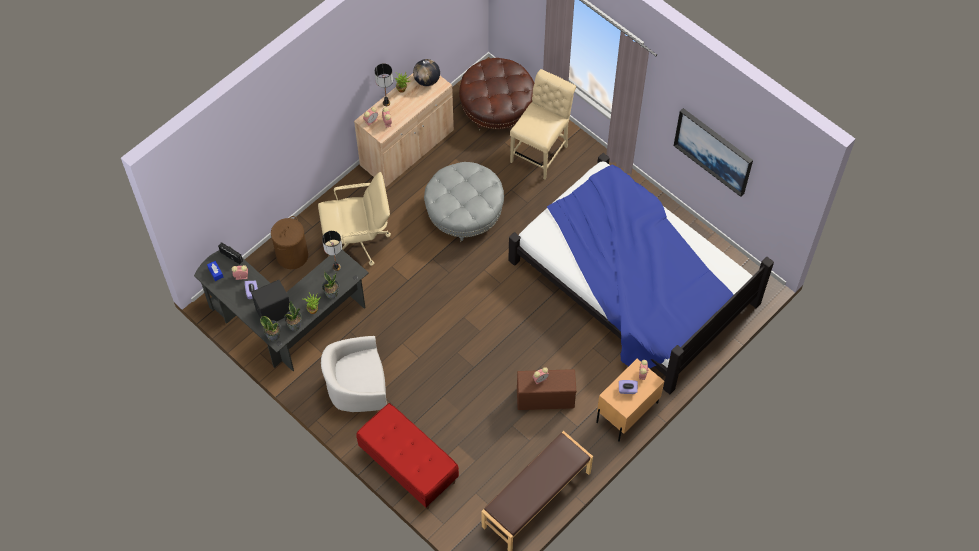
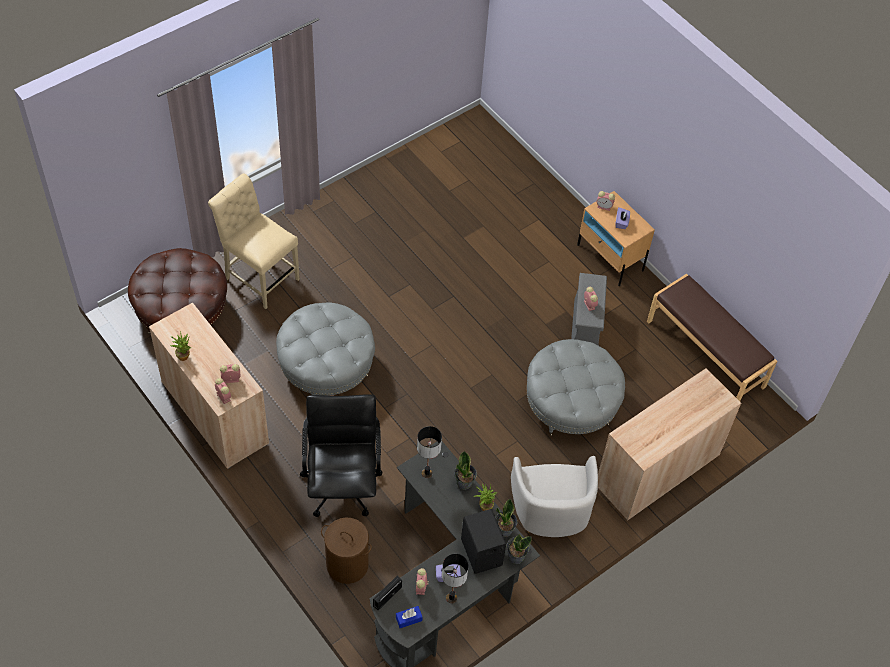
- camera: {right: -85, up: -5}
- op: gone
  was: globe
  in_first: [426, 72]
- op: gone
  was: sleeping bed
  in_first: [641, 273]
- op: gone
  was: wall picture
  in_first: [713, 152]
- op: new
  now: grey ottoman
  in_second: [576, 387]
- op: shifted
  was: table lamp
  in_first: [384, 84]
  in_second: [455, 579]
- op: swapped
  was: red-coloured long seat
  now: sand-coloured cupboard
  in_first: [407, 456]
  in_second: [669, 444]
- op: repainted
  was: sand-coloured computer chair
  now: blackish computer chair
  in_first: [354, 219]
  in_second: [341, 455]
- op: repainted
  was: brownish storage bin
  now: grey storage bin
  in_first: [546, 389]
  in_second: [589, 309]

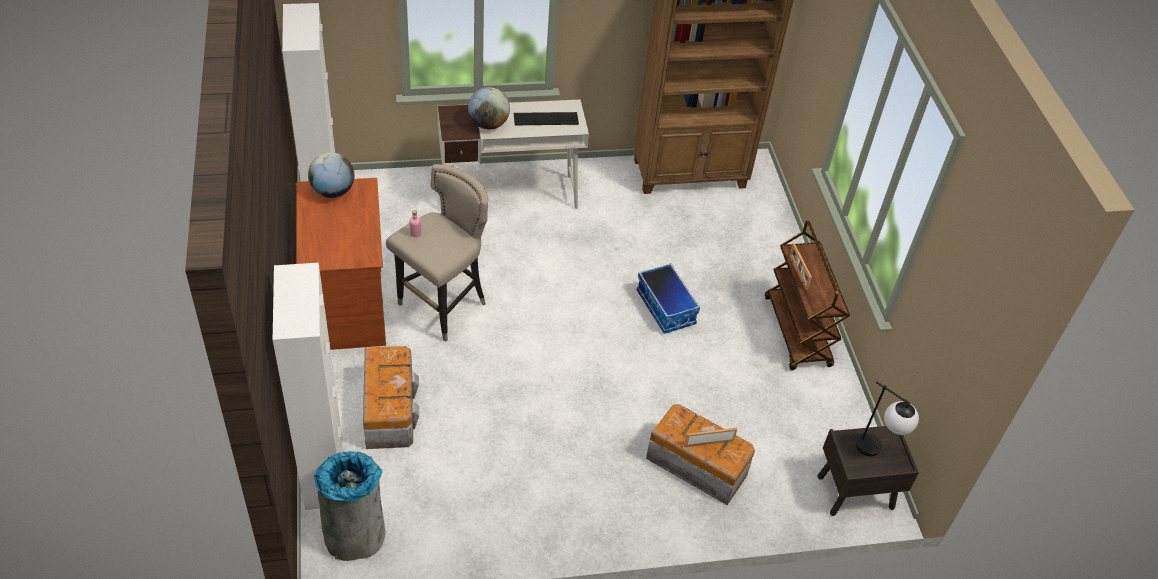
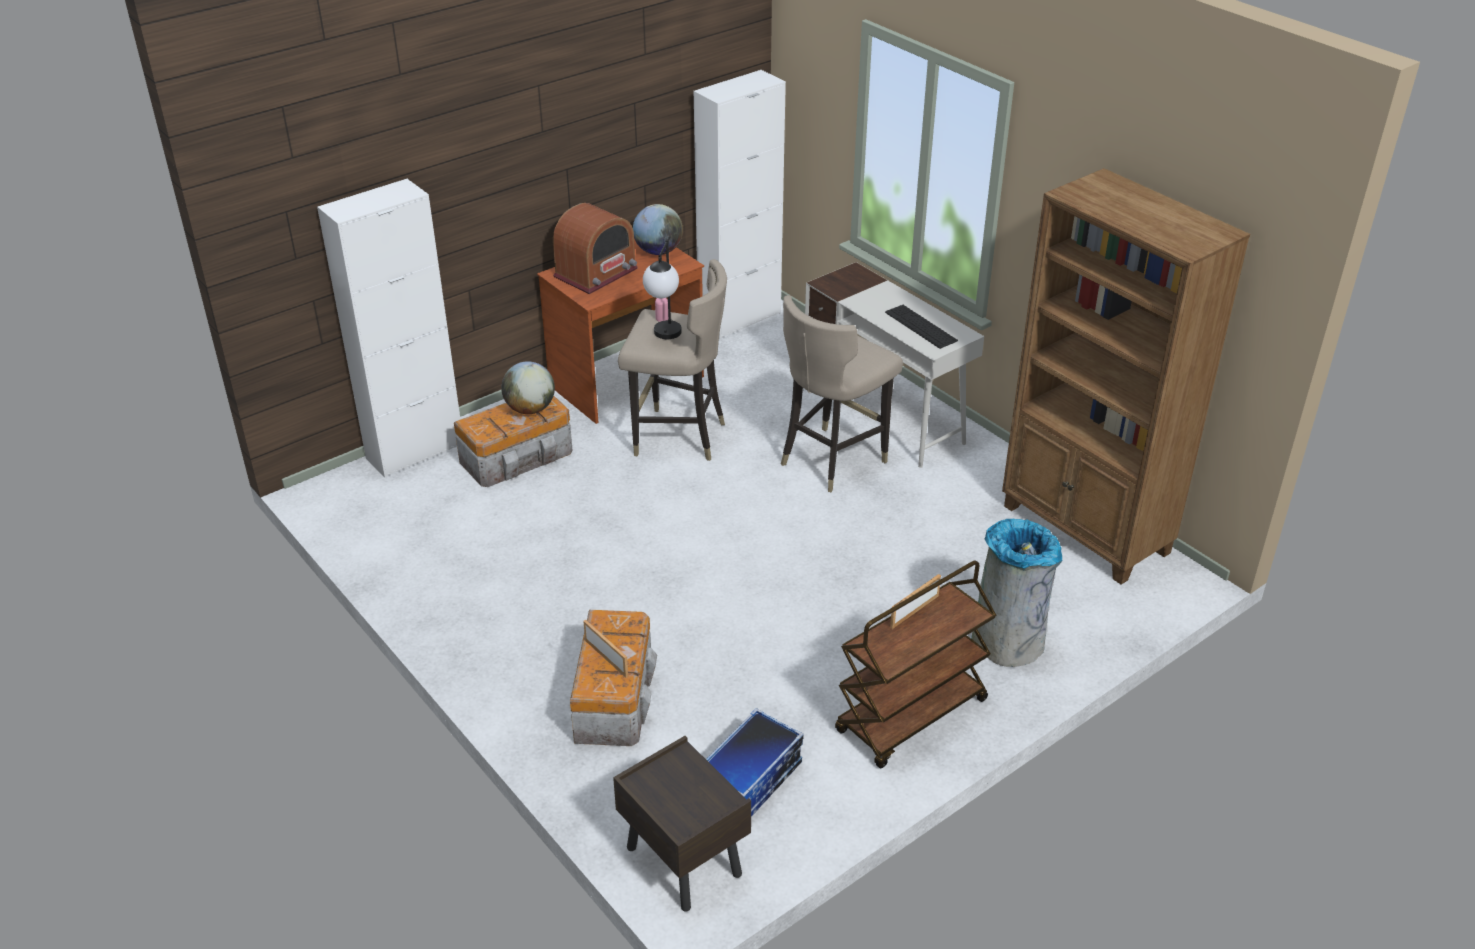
- camera: {right: 65, up: -10}
- op: new
  now: radio set
  in_second: [595, 248]
- op: new
  now: sand-coloured stool
  in_second: [842, 394]
- op: shifted
  was: grey rubbish bin
  in_first: [350, 506]
  in_second: [1016, 593]
- op: shifted
  was: globe
  in_first: [489, 108]
  in_second: [528, 387]
- op: shifted
  was: storage bin
  in_first: [668, 298]
  in_second: [755, 762]
- op: shifted
  was: table lamp
  in_first: [887, 419]
  in_second: [662, 287]

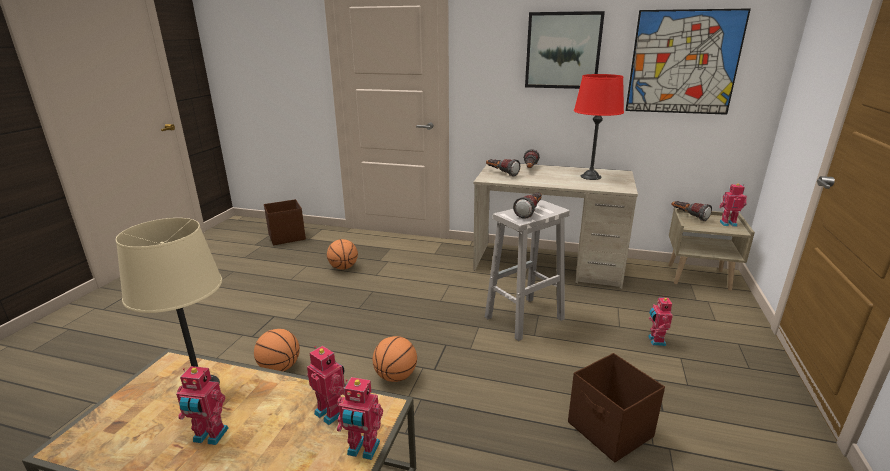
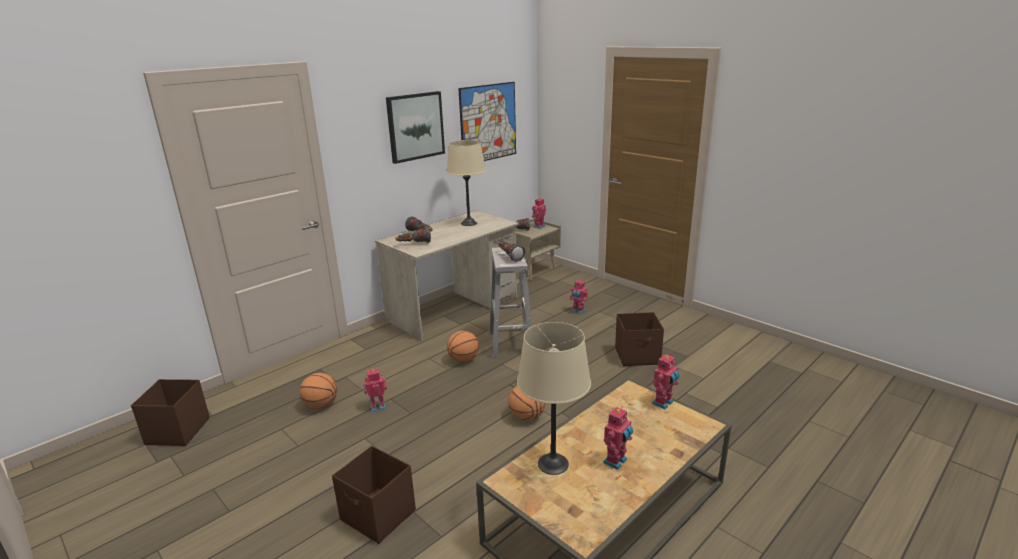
- camera: {right: -60, up: 0}
- op: new
  now: brownish storage bin
  in_second: [374, 495]
- op: shifted
  was: basketball ball
  in_first: [277, 350]
  in_second: [463, 346]
- op: shifted
  was: model robot
  in_first: [326, 385]
  in_second: [375, 390]
- op: repainted
  was: red-coloured table lamp
  now: sand-coloured table lamp
  in_first: [599, 127]
  in_second: [466, 183]

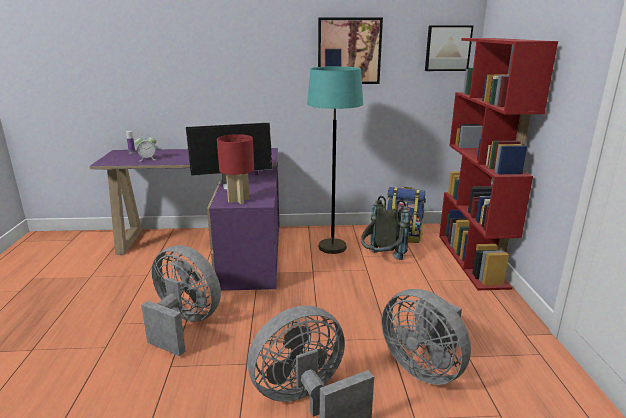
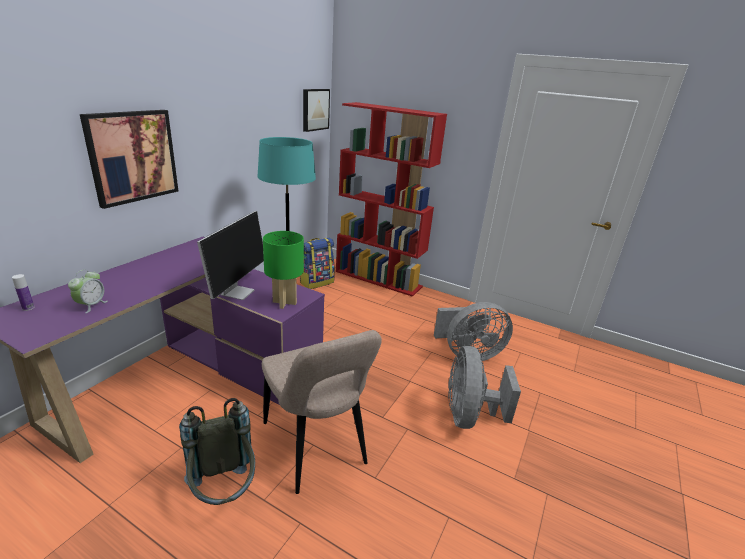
- camera: {right: -60, up: 5}
- op: shifted
  was: wall picture
  in_first: [350, 51]
  in_second: [129, 159]
- op: shifted
  was: grey rucksack
  in_first: [386, 228]
  in_second: [217, 451]
- op: swapped
  was: grey fan
  now: sand-coloured chair
  in_first: [181, 300]
  in_second: [322, 412]
- op: repainted
  was: red-coloured table lamp
  now: green table lamp
  in_first: [235, 169]
  in_second: [283, 270]

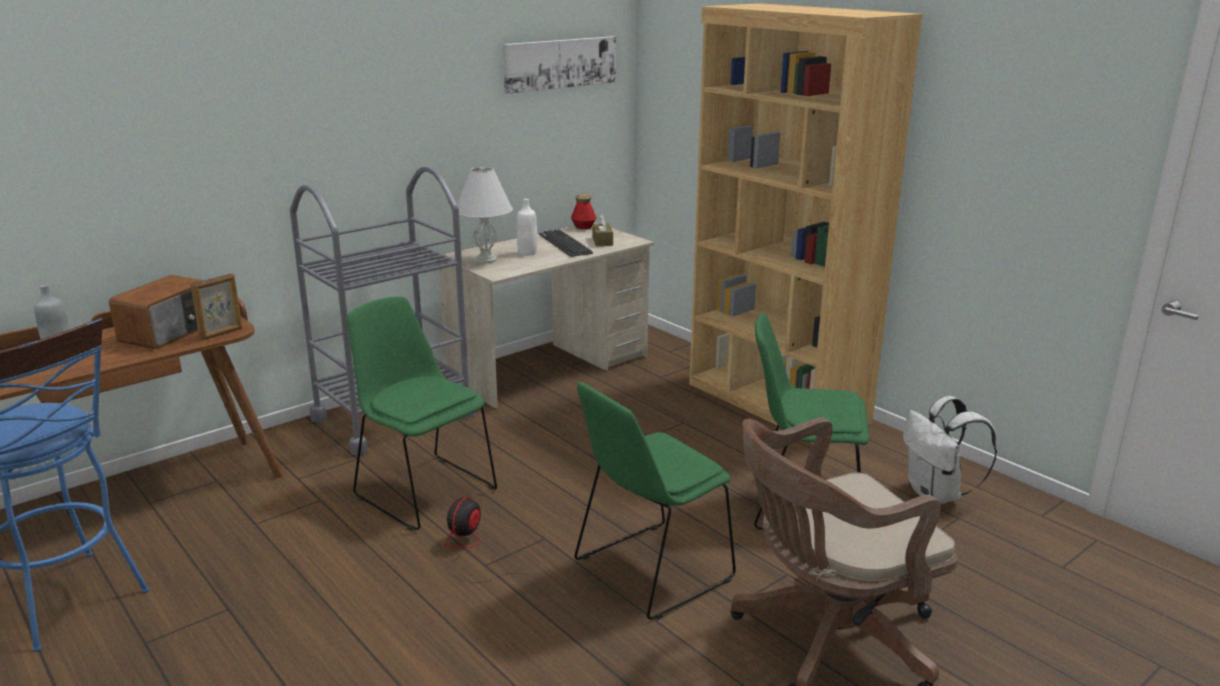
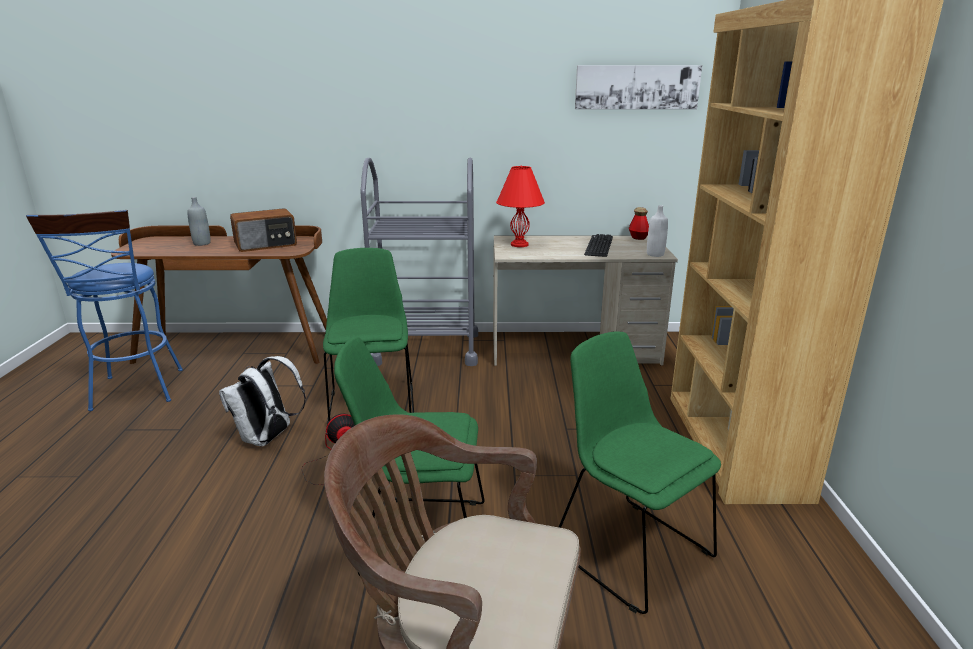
- camera: {right: 40, up: 0}
- op: gone
  was: standing frame
  in_first: [216, 307]
- op: gone
  was: brownish tissue box
  in_first: [602, 230]
- op: shifted
  was: white-coloured bottle
  in_first: [527, 227]
  in_second: [657, 231]
- op: shifted
  was: white-coloured rucksack
  in_first: [950, 450]
  in_second: [262, 401]
- op: repainted
  was: white-coloured table lamp
  now: red-coloured table lamp
  in_first: [485, 215]
  in_second: [520, 206]

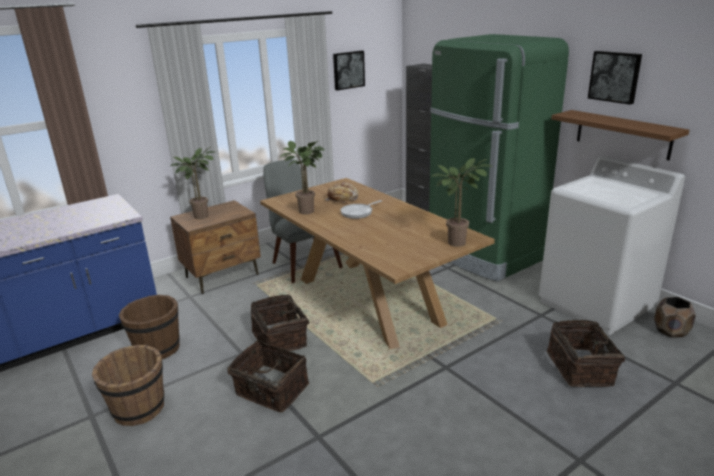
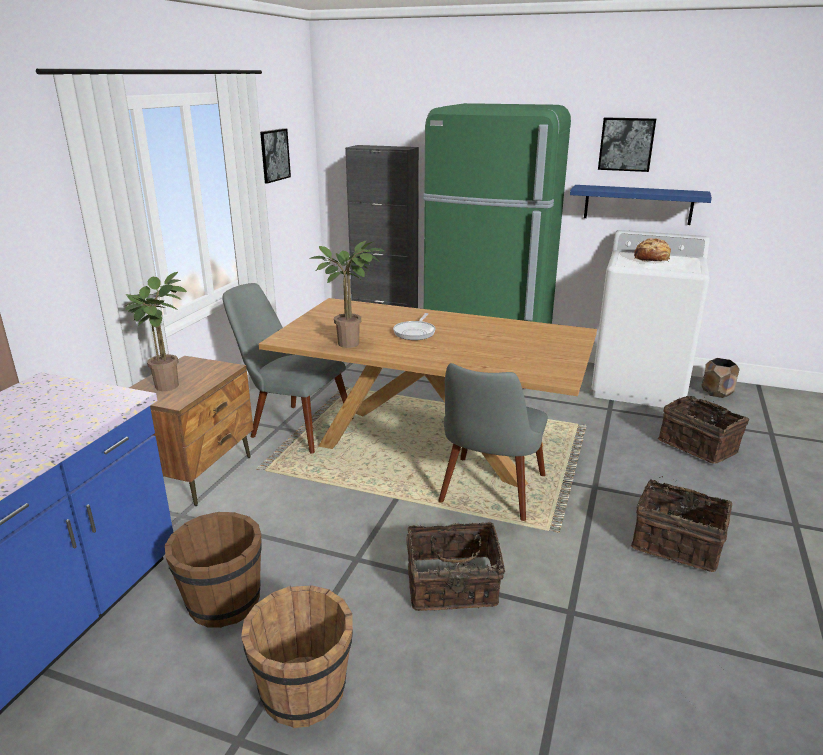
- camera: {right: -35, up: 0}
- op: gone
  was: plant in a pot
  in_first: [462, 202]
- op: new
  now: grey chair
  in_second: [493, 442]
- op: shifted
  was: storage basket
  in_first: [280, 323]
  in_second: [681, 524]
- op: shifted
  was: baked bread
  in_first: [341, 192]
  in_second: [652, 250]
- op: repainted
  was: brownish bracket shelf
  now: bluish bracket shelf
  in_first: [620, 135]
  in_second: [641, 205]

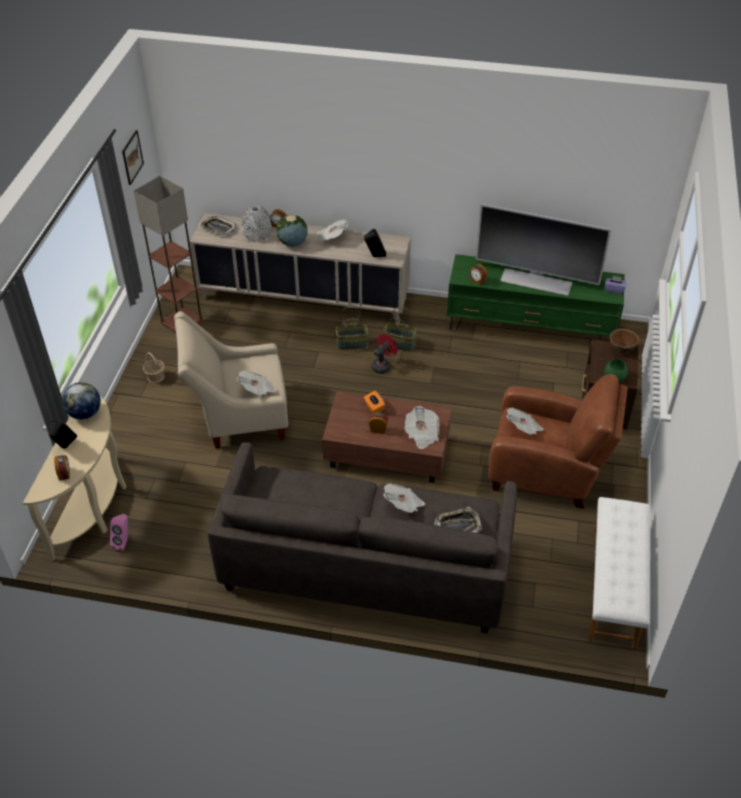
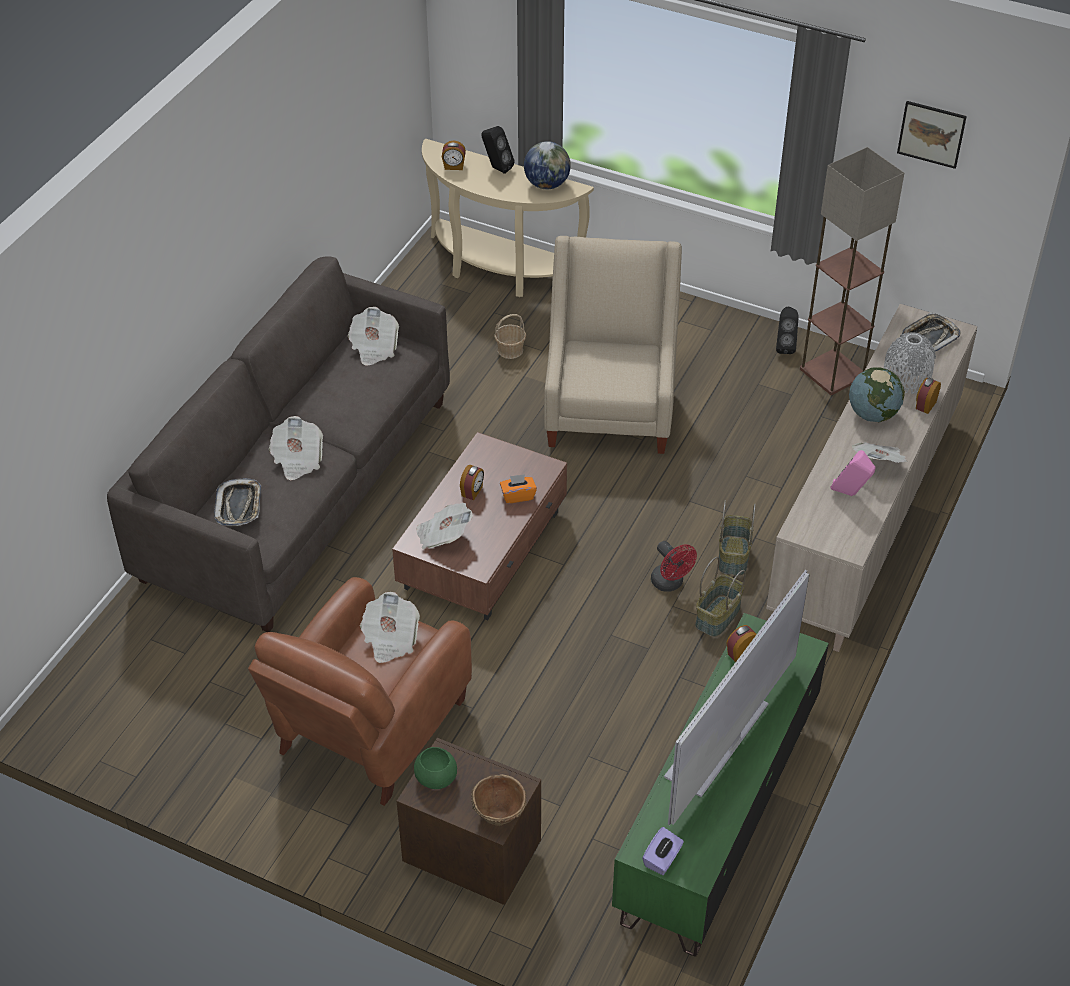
- camera: {right: 105, up: 0}
- op: gone
  was: white-coloured long seat
  in_first: [619, 573]
- op: shifted
  was: pink audio speaker
  in_first: [119, 532]
  in_second: [852, 473]
- op: shifted
  was: storage basket
  in_first: [154, 367]
  in_second: [510, 336]
- op: shifted
  was: daily paper
  in_first: [256, 383]
  in_second: [373, 336]
- op: shifted
  was: blackish audio speaker
  in_first: [375, 243]
  in_second: [787, 330]

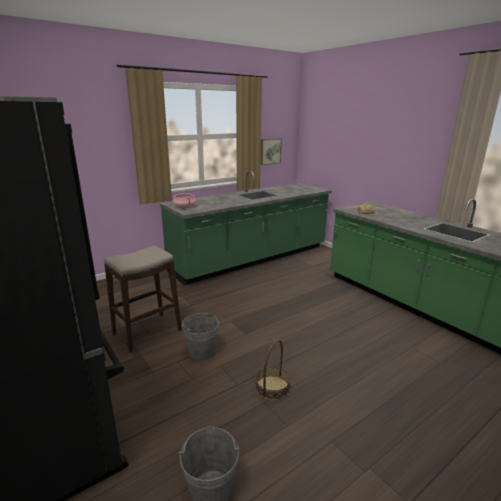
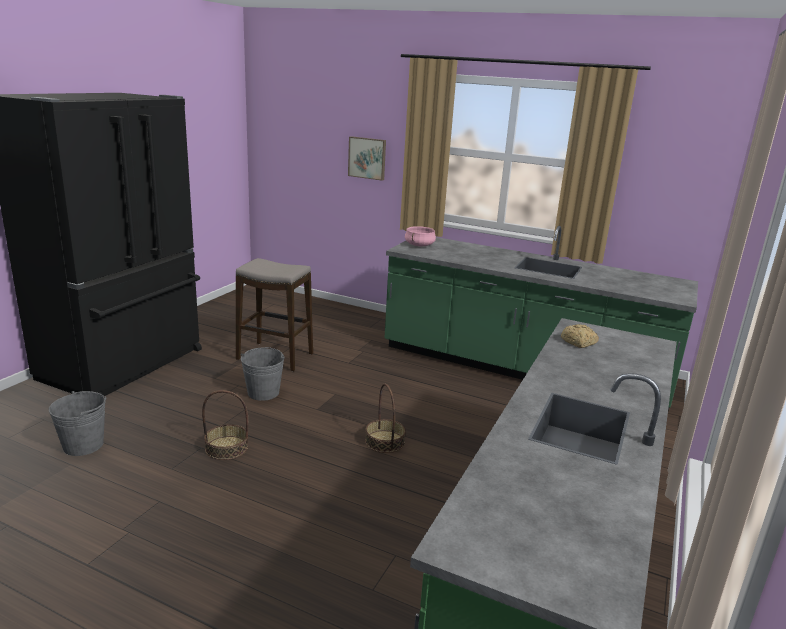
- camera: {right: 60, up: 0}
- op: new
  now: storage basket
  in_second: [385, 418]
- op: shifted
  was: wall picture
  in_first: [271, 152]
  in_second: [367, 158]

